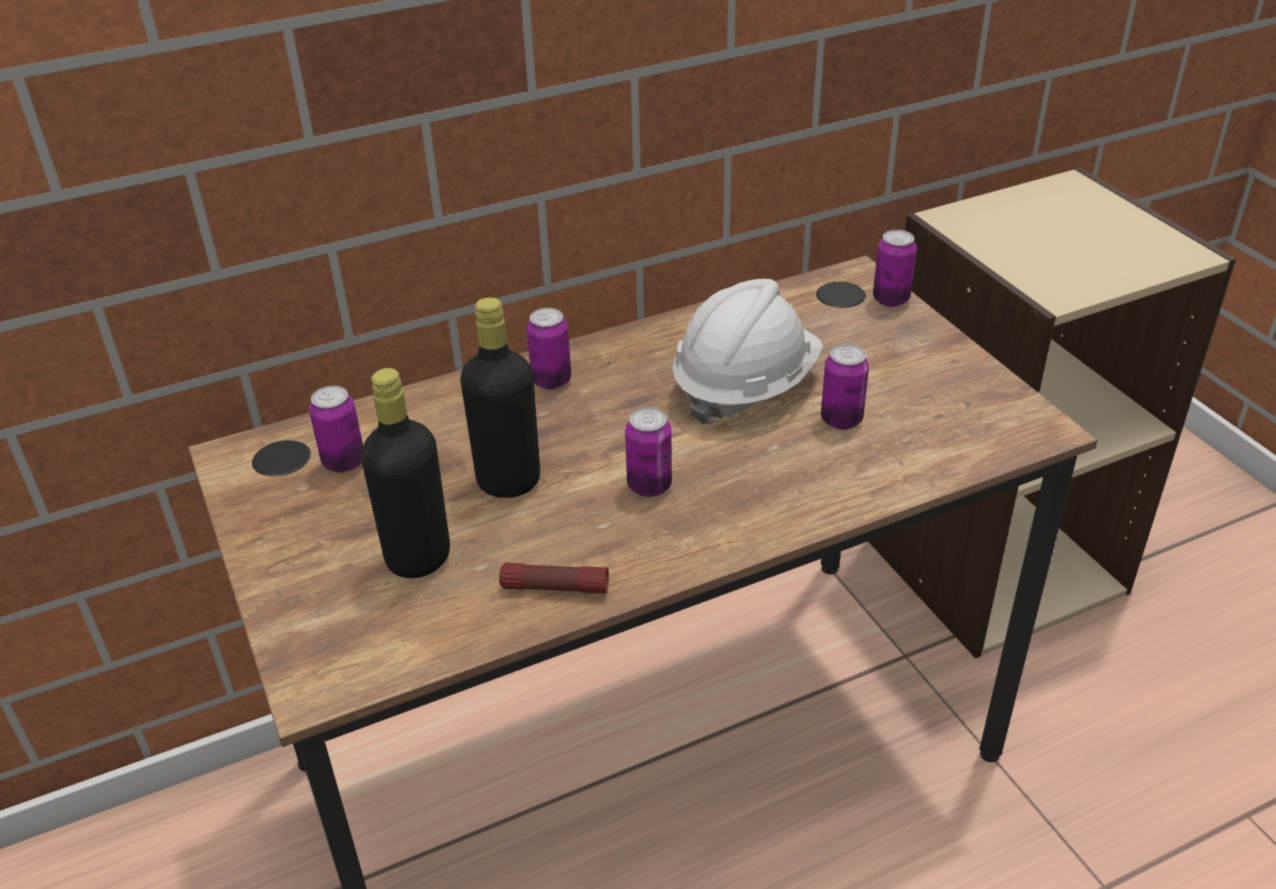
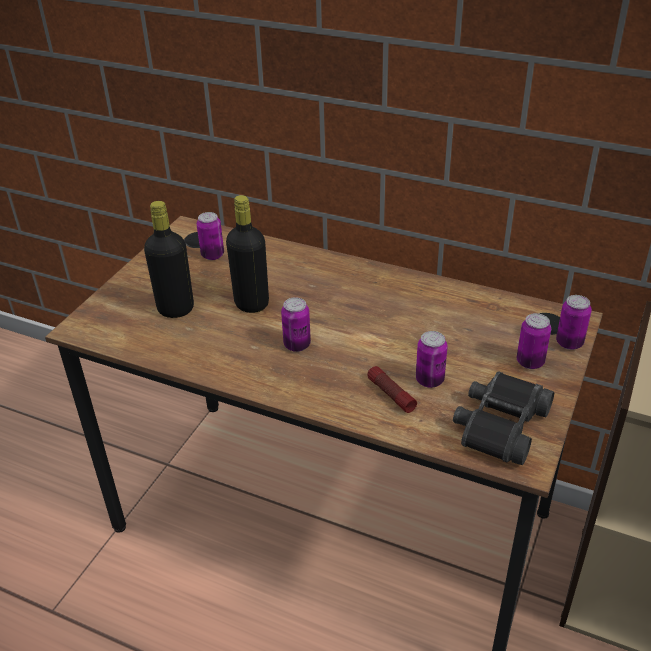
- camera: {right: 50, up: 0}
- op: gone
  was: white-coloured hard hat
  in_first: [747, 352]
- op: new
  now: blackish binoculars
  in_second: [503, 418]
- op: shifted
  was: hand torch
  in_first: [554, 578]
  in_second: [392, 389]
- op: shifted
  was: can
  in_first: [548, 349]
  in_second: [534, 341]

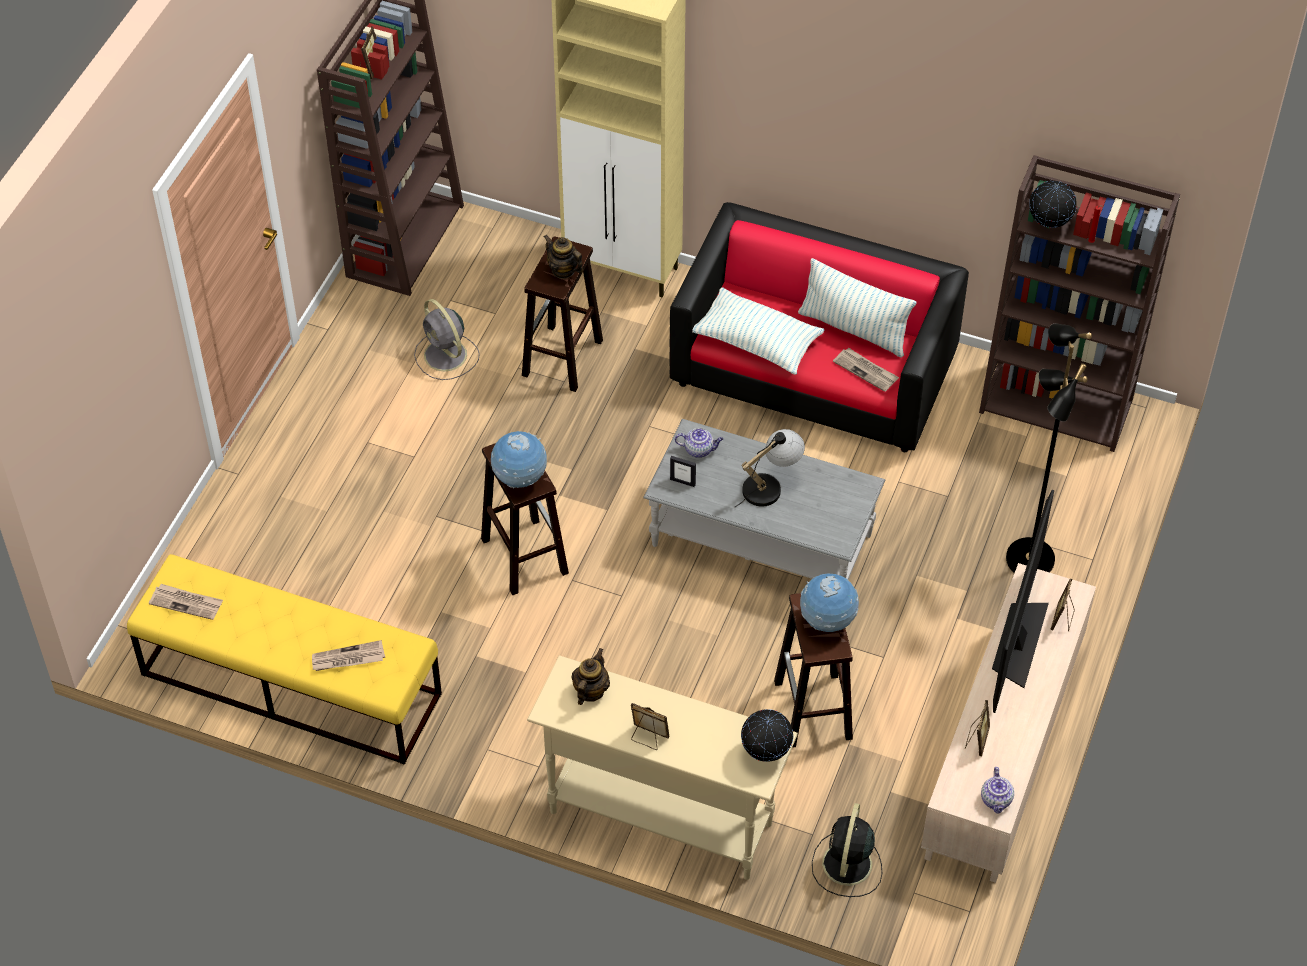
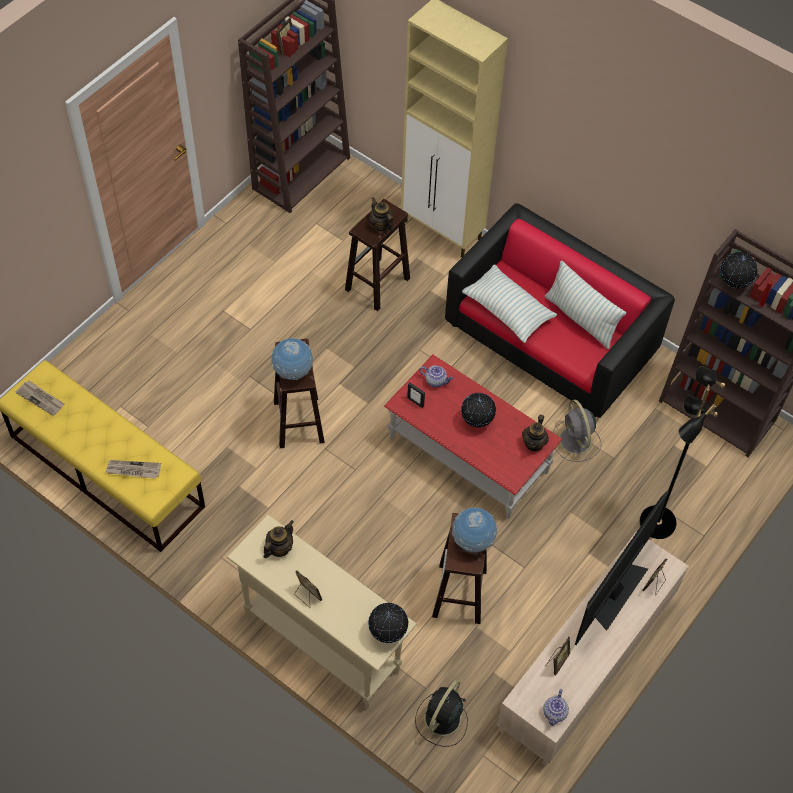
- camera: {right: 15, up: 5}
- op: gone
  was: daily paper
  in_first: [866, 370]
- op: new
  now: pot for tea
  in_second: [535, 433]
- op: shifted
  was: grey fan
  in_first: [447, 339]
  in_second: [577, 431]
- op: swapped
  was: table lamp
  now: globe
  in_first: [770, 468]
  in_second: [478, 410]
- op: repainted
  was: grey lounge table
  now: red-coloured lounge table
  in_first: [764, 499]
  in_second: [473, 437]

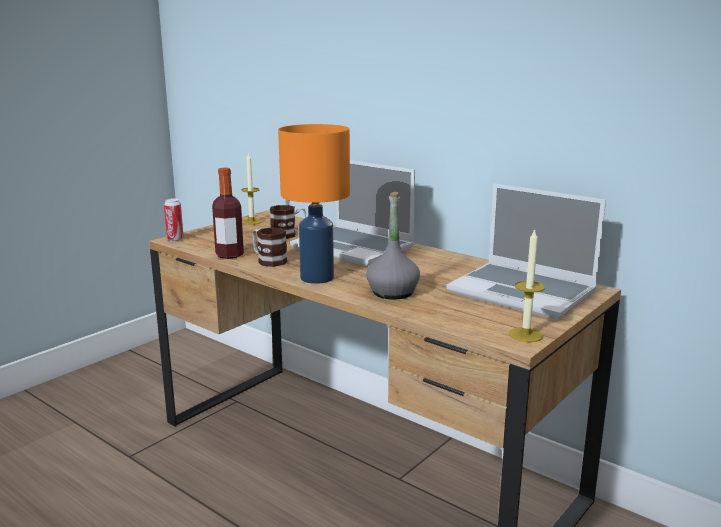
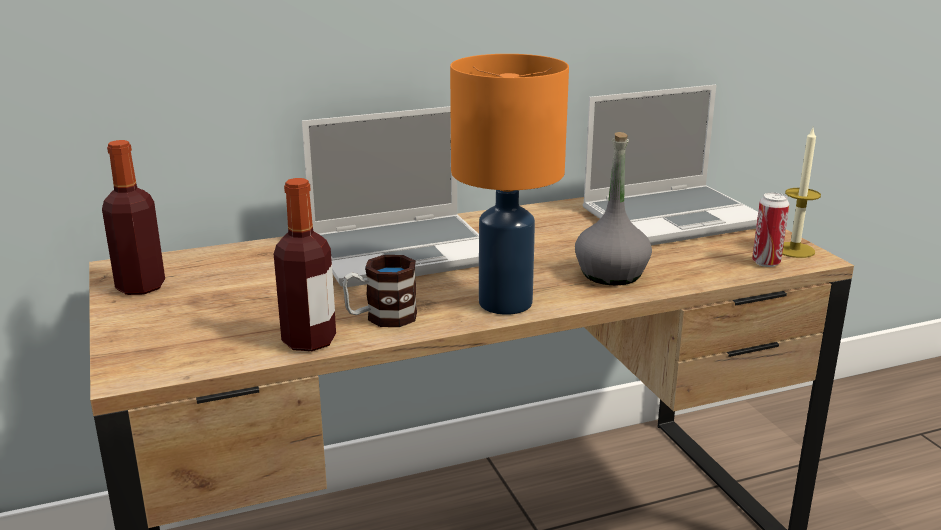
- camera: {right: -60, up: 5}
- op: gone
  was: mug
  in_first: [288, 222]
- op: shifted
  was: can
  in_first: [174, 220]
  in_second: [770, 230]
- op: swapped
  was: candle
  now: bottle
  in_first: [252, 188]
  in_second: [133, 217]

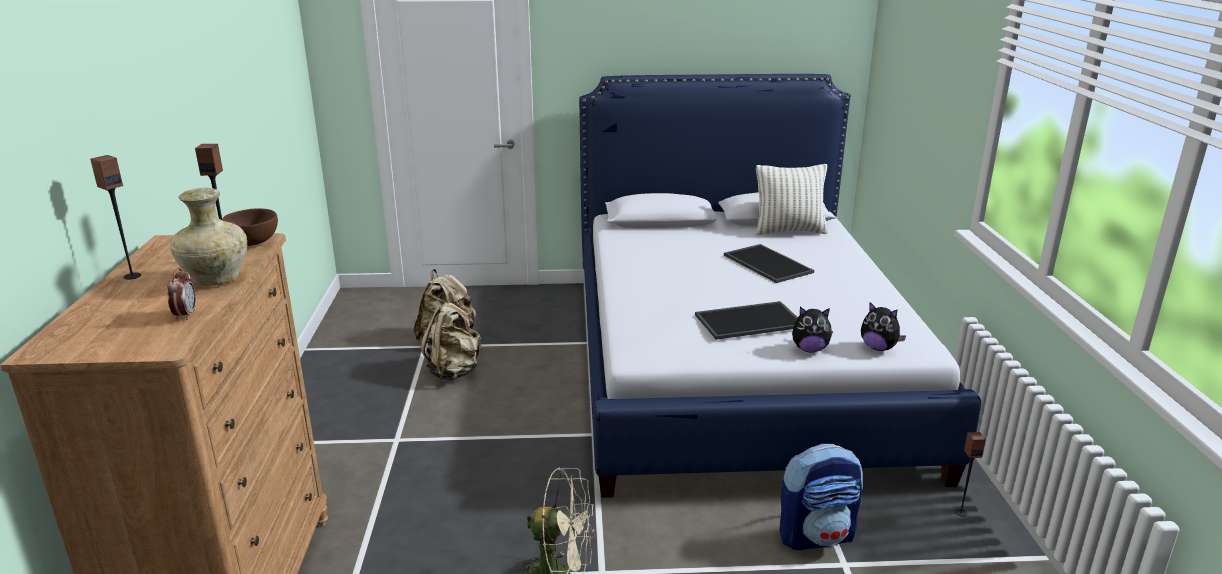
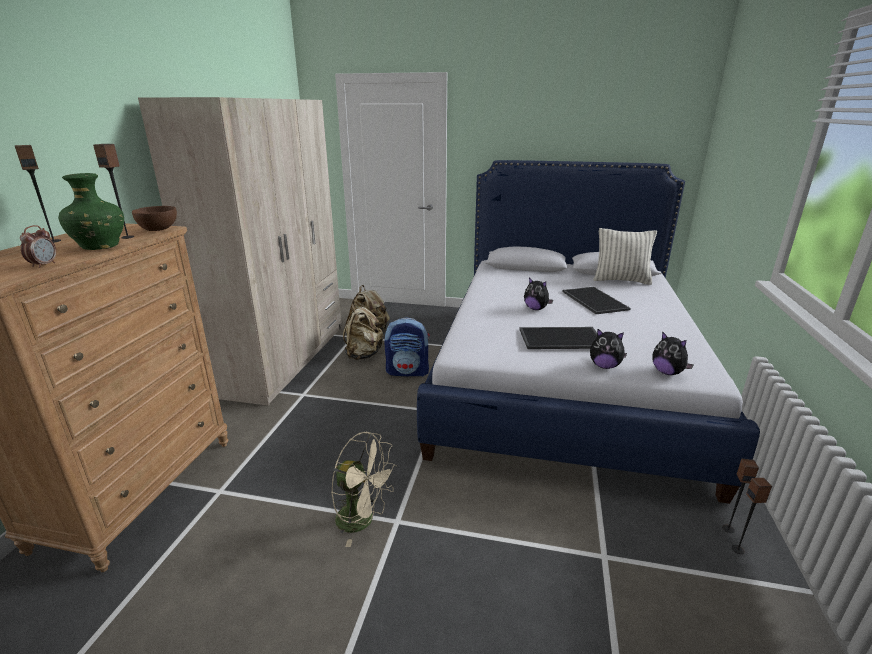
- camera: {right: 15, up: 0}
- op: new
  now: sand-coloured clothes cupboard
  in_second: [239, 251]
- op: new
  now: soft toy
  in_second: [538, 293]
- op: new
  now: audio speaker
  in_second: [752, 516]
- op: shifted
  was: rucksack
  in_first: [821, 496]
  in_second: [407, 347]
- op: repainted
  was: sand-coloured decorative vase
  now: green decorative vase
  in_first: [208, 237]
  in_second: [91, 211]

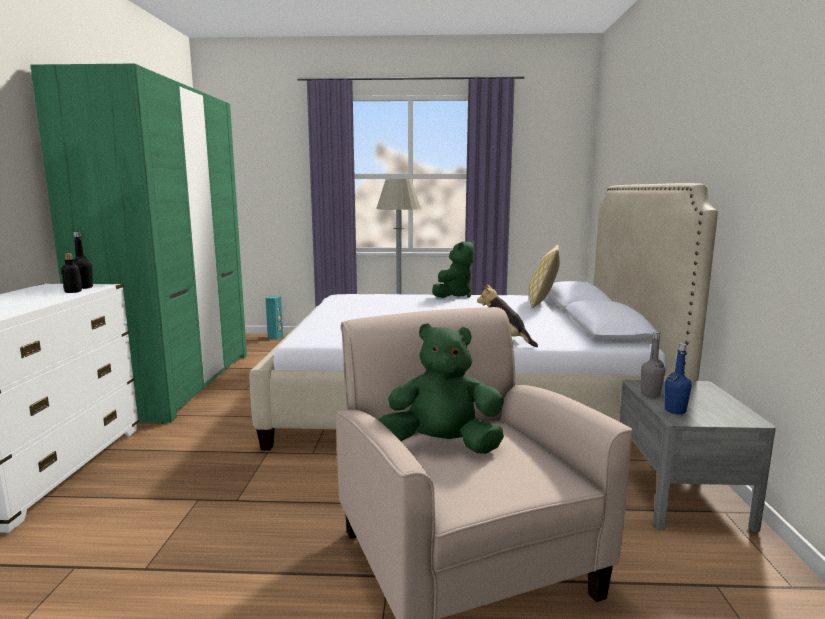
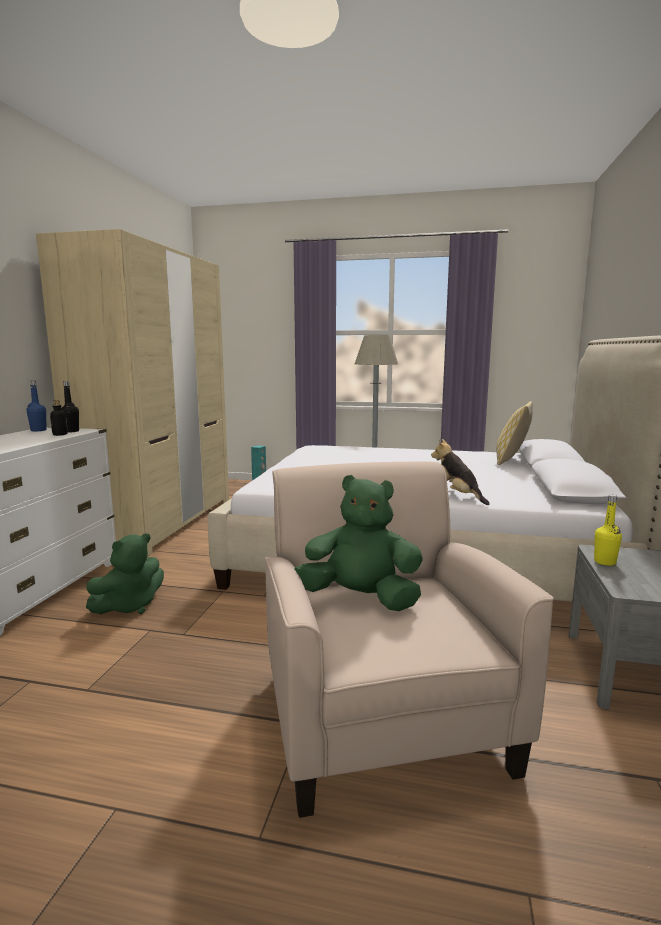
- camera: {right: 10, up: 0}
- op: shifted
  was: green soft toy
  in_first: [453, 269]
  in_second: [125, 573]
- op: shifted
  was: bluish bottle
  in_first: [678, 378]
  in_second: [37, 406]
- op: repainted
  was: green clothes cupboard
  now: sand-coloured clothes cupboard
  in_first: [138, 243]
  in_second: [132, 392]
- op: repainted
  was: grey bottle
  now: yellowish bottle
  in_first: [653, 365]
  in_second: [608, 530]

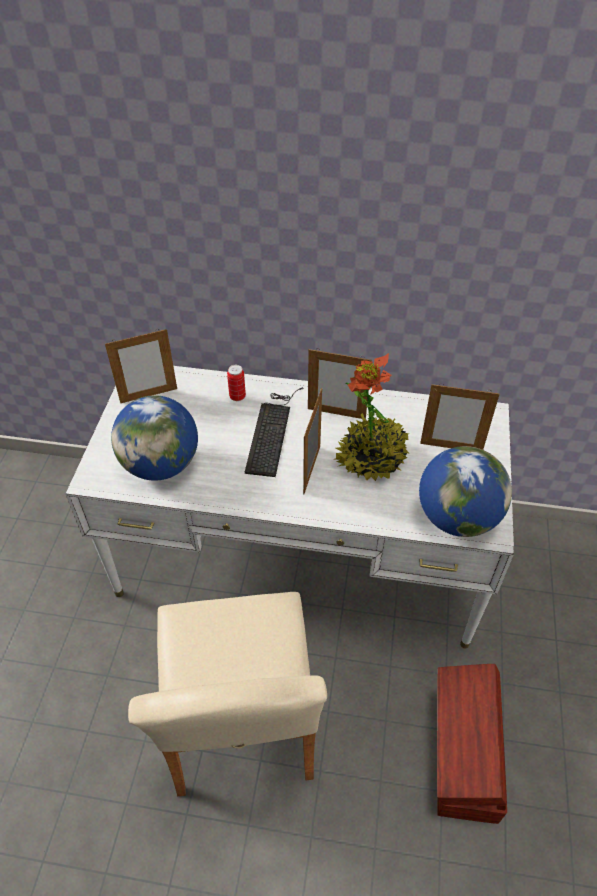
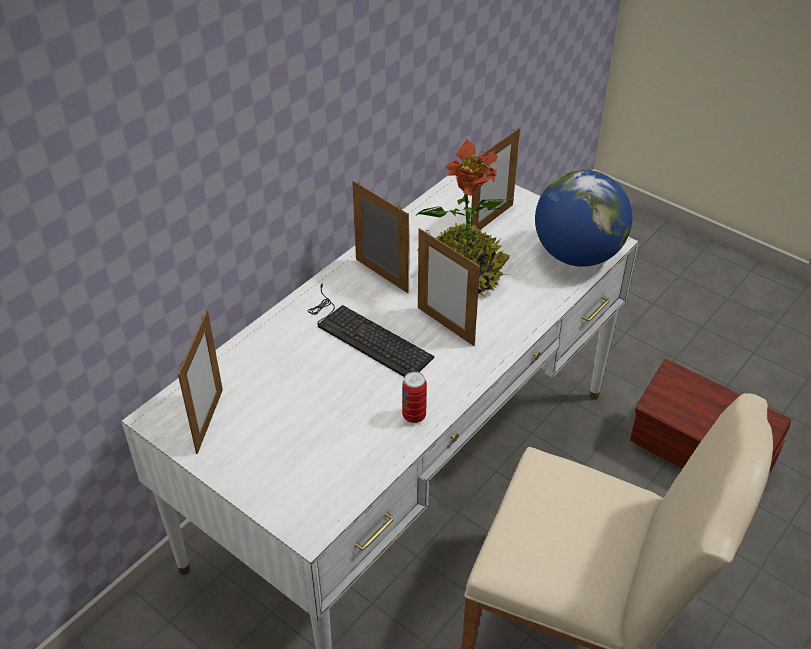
- camera: {right: -60, up: -5}
- op: gone
  was: globe
  in_first: [154, 438]
- op: shifted
  was: can
  in_first: [236, 383]
  in_second: [414, 397]
- op: rotated
  was: standing frame
  in_first: [340, 383]
  in_second: [380, 237]
  clockwise: -90

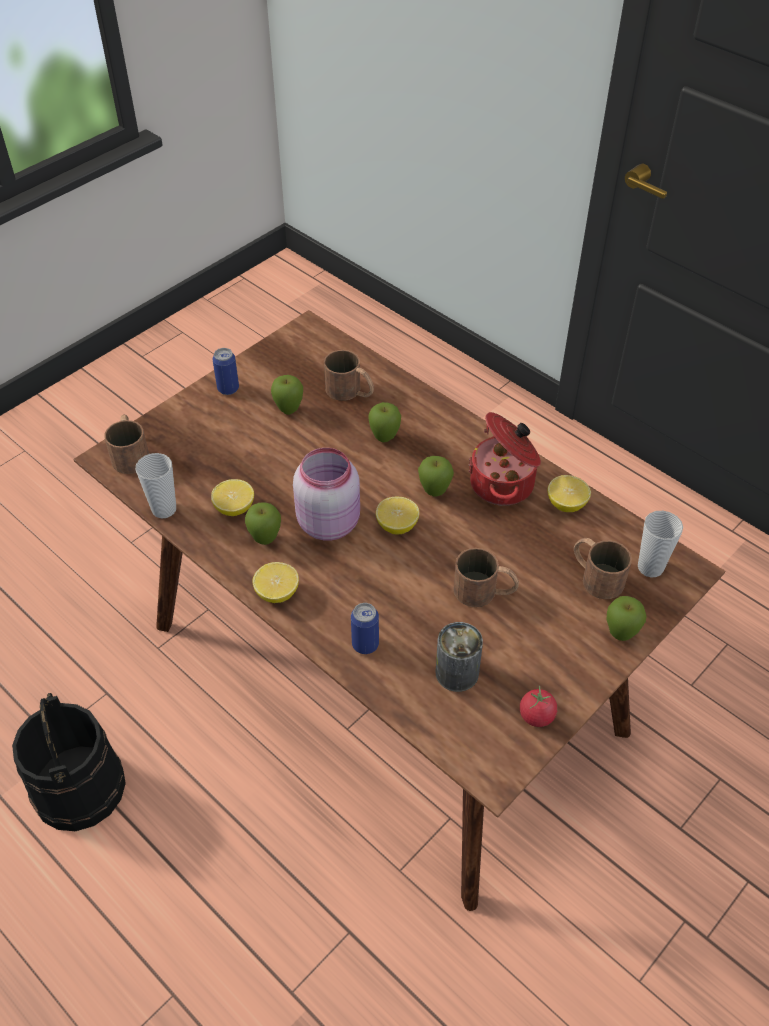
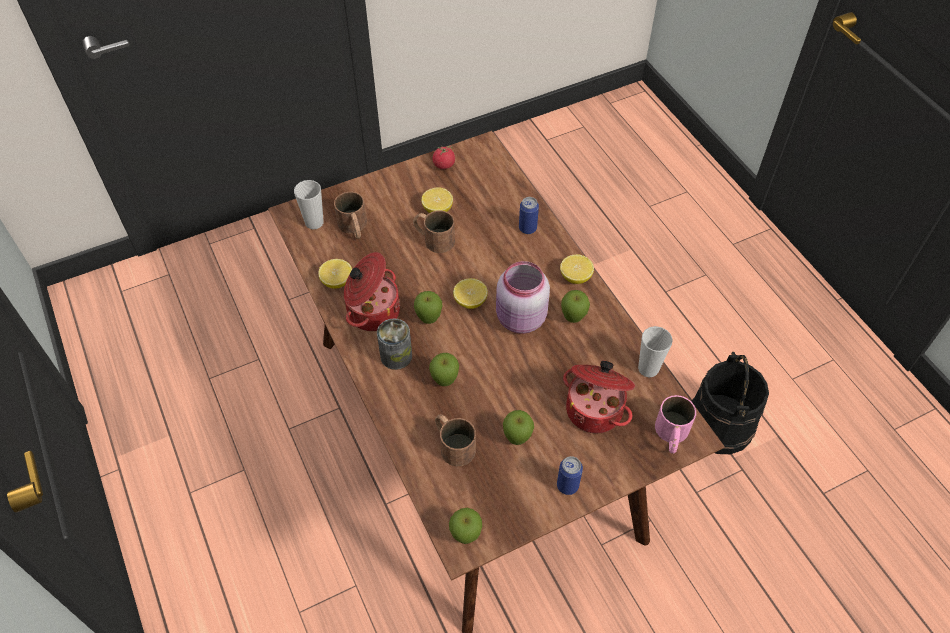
- camera: {right: -160, up: 5}
- op: new
  now: saucepot
  in_second: [599, 397]
- op: shifted
  was: lemon
  in_first: [232, 497]
  in_second: [437, 200]
- op: shifted
  was: can
  in_first: [459, 657]
  in_second: [394, 344]
- op: shifted
  was: apple fruit
  in_first: [627, 618]
  in_second: [465, 526]
- op: repainted
  was: brownish mug
  now: pink mug
  in_first: [126, 444]
  in_second: [675, 424]

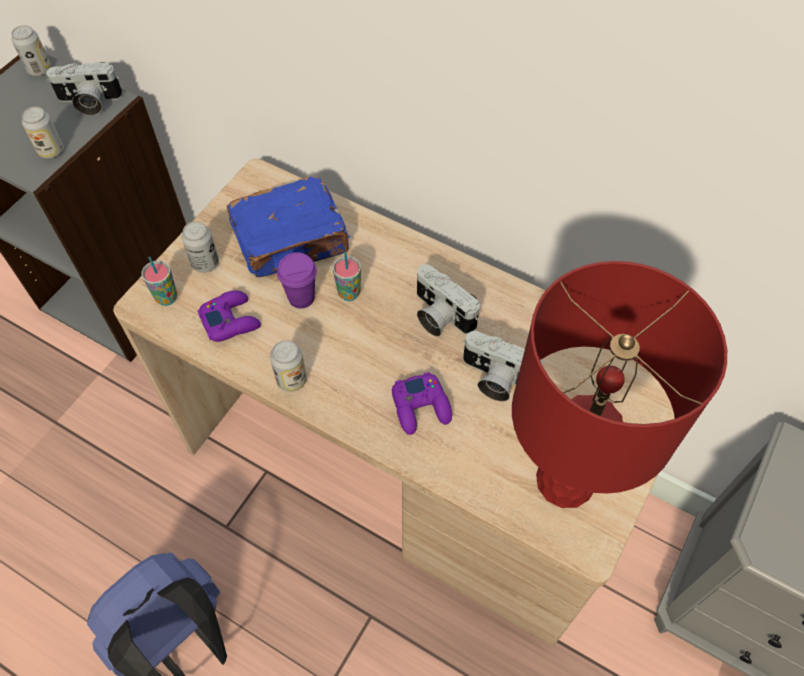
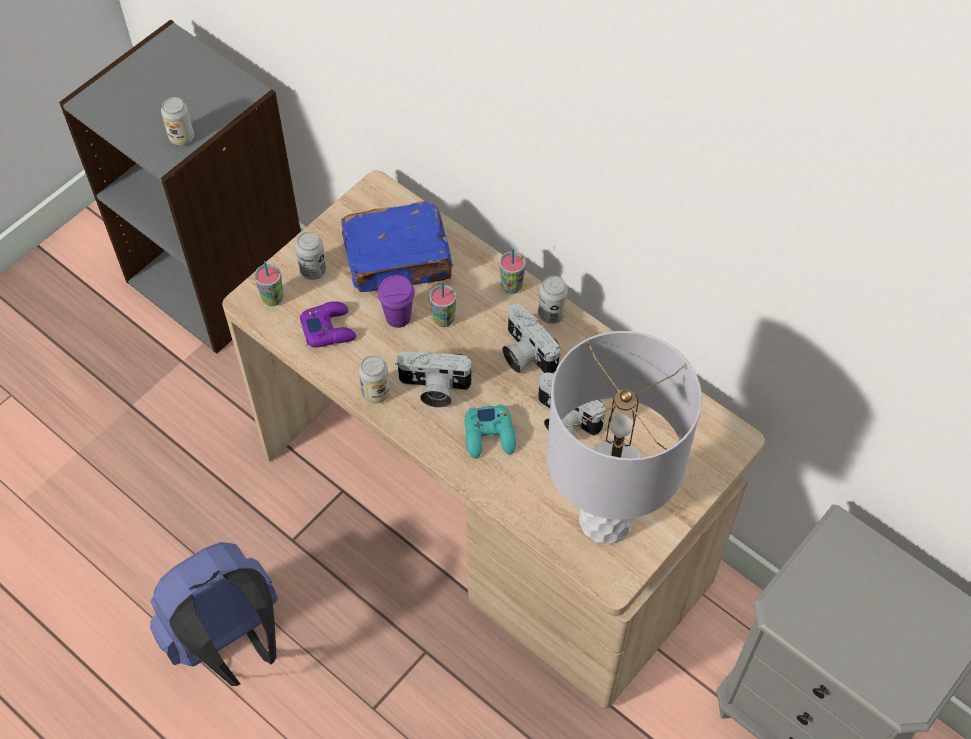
- camera: {right: 10, up: 0}
- op: new
  now: cup
  in_second: [512, 271]
- op: shifted
  was: can
  in_first: [31, 50]
  in_second: [553, 300]
- op: shifted
  was: photo camera
  in_first: [84, 88]
  in_second: [434, 379]
- op: repainted
  was: purple-coloured gamepad
  now: turquoise-coloured gamepad
  in_first: [422, 403]
  in_second: [490, 431]
- op: repainted
  was: red-coloured table lamp
  now: grey table lamp
  in_first: [619, 384]
  in_second: [624, 438]

